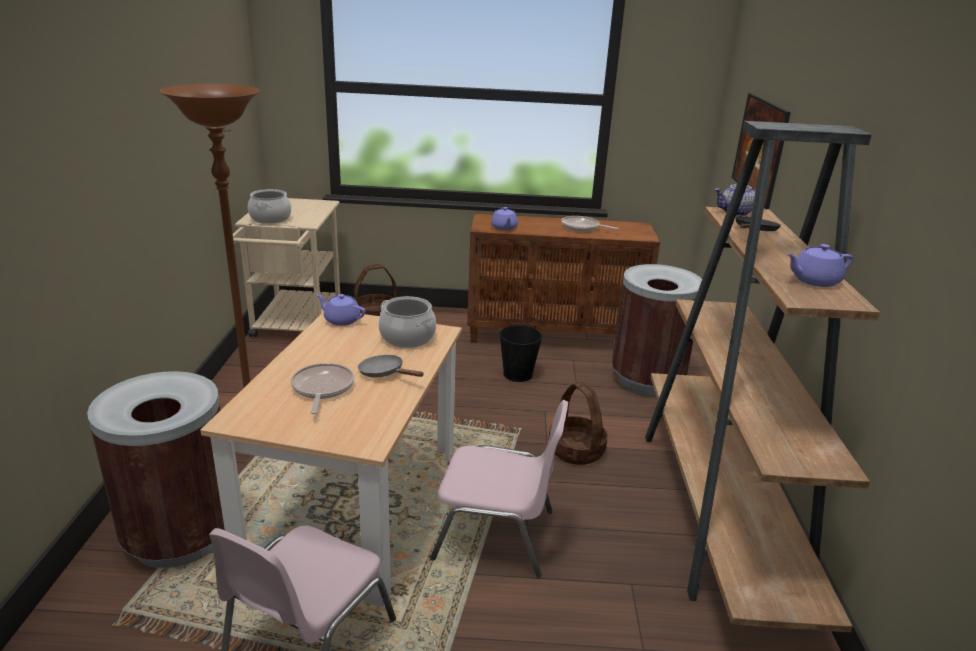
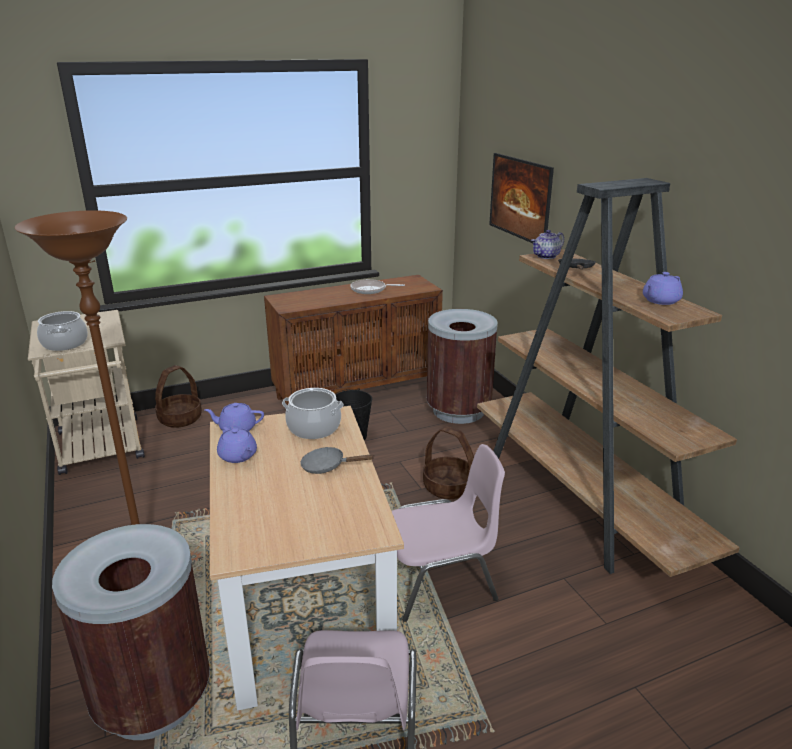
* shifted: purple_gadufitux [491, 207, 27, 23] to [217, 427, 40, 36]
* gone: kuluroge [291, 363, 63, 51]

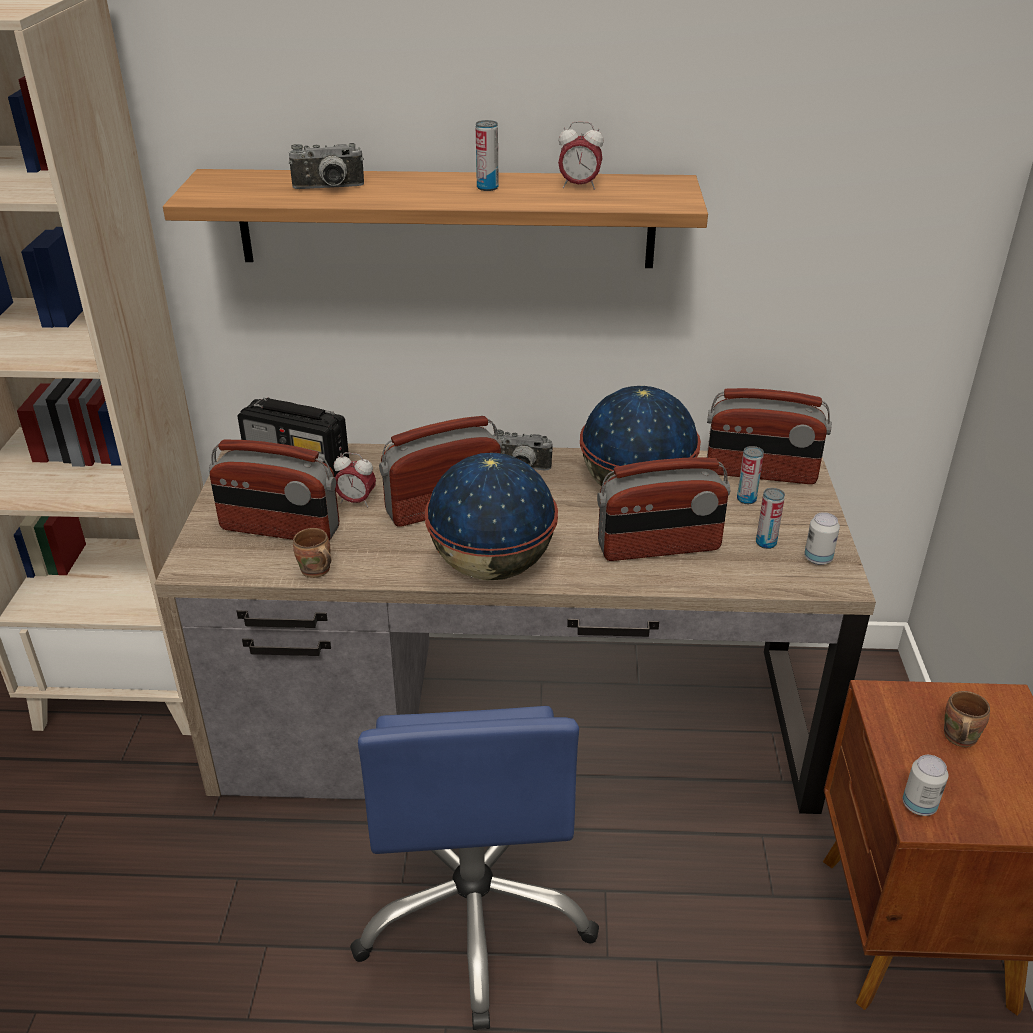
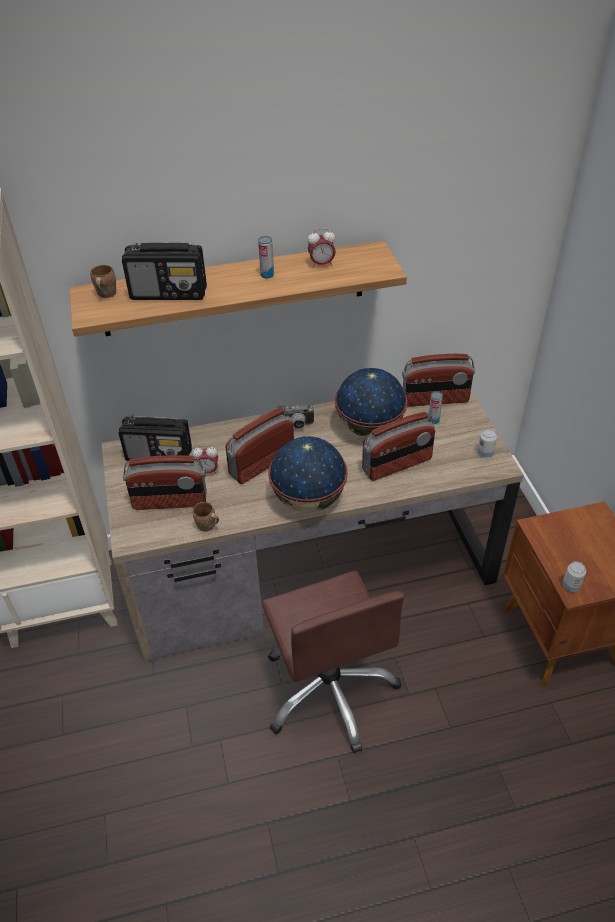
* shifted: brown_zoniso [944, 691, 46, 56] to [90, 265, 26, 33]
* swapped: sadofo [289, 143, 75, 46] to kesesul [122, 243, 85, 57]
* repainted: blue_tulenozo [350, 706, 249, 324] to brown_tulenozo [261, 570, 144, 183]
* gone: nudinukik [756, 488, 29, 61]

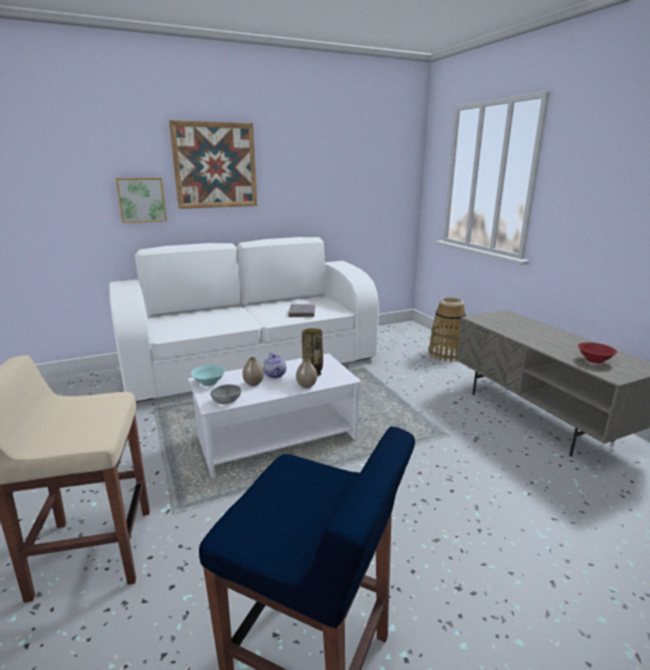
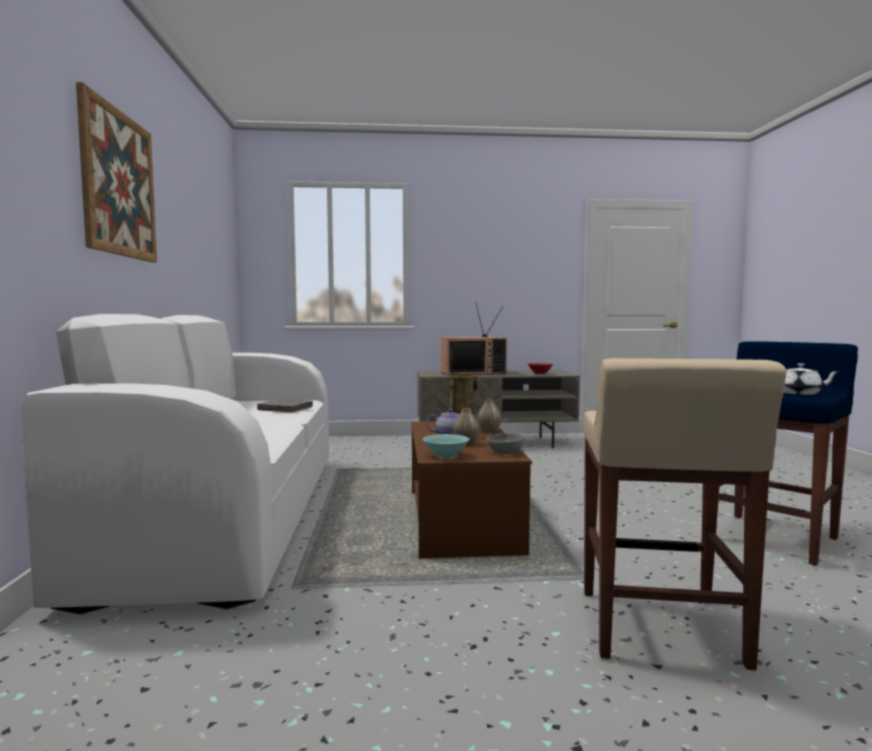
* repainted: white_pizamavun [188, 353, 174, 125] to brown_pizamavun [411, 421, 121, 137]
* new: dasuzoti [441, 304, 66, 71]
* new: white_gadufitux [784, 363, 56, 32]
* gone: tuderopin [116, 178, 51, 45]
* gone: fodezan [429, 297, 37, 65]

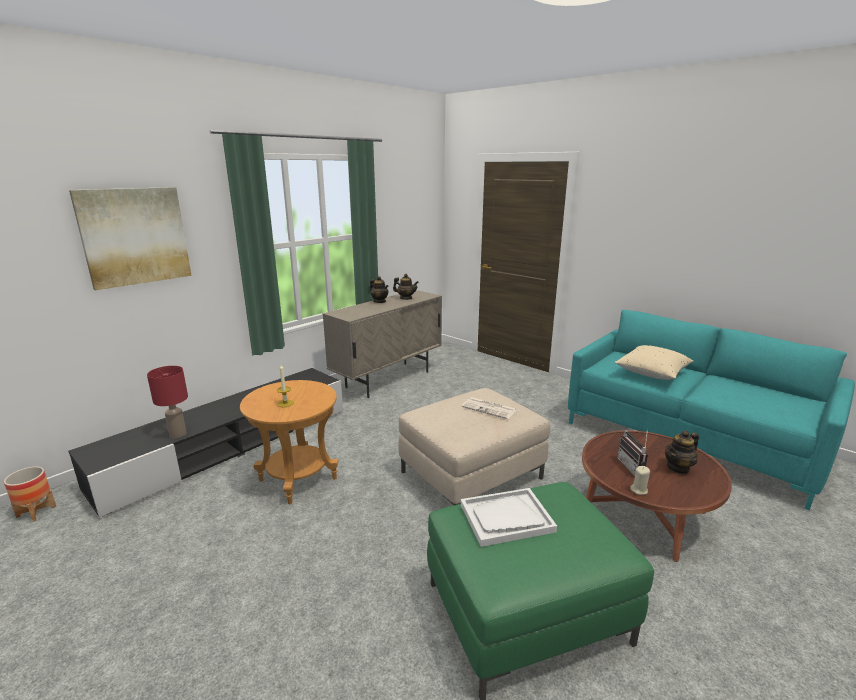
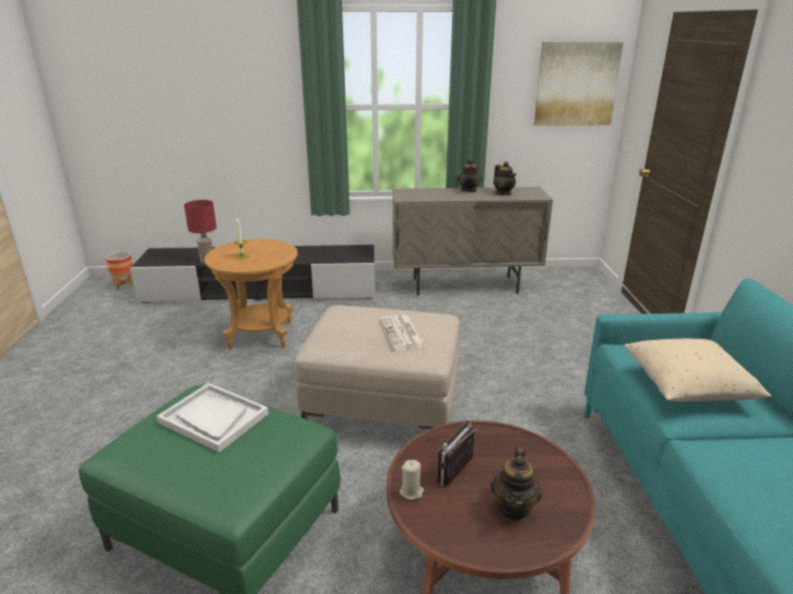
* rotated: gadufitux [665, 430, 34, 44] = [490, 447, 52, 74] 90 degrees counterclockwise
* shifted: tuderopin [69, 187, 123, 103] to [534, 42, 89, 84]

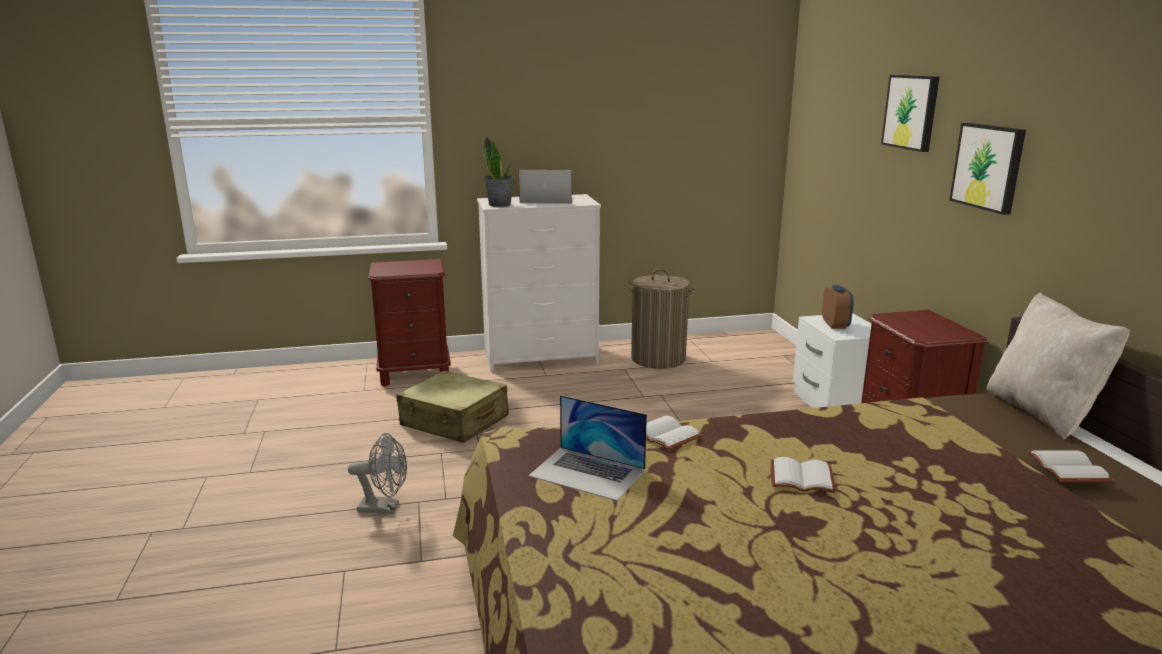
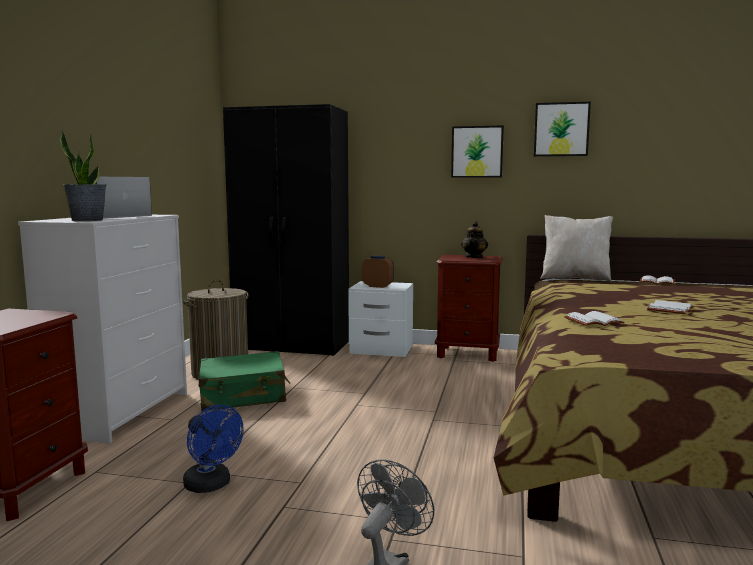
* swapped: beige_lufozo [396, 371, 113, 72] to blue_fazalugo [183, 405, 61, 88]
* new: green_lufozo [198, 351, 92, 60]
* new: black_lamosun [223, 104, 126, 252]
* new: gadufitux [461, 221, 27, 37]
* shifted: tuderopin [881, 75, 58, 77] to [534, 102, 57, 54]
* gone: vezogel [529, 395, 118, 106]

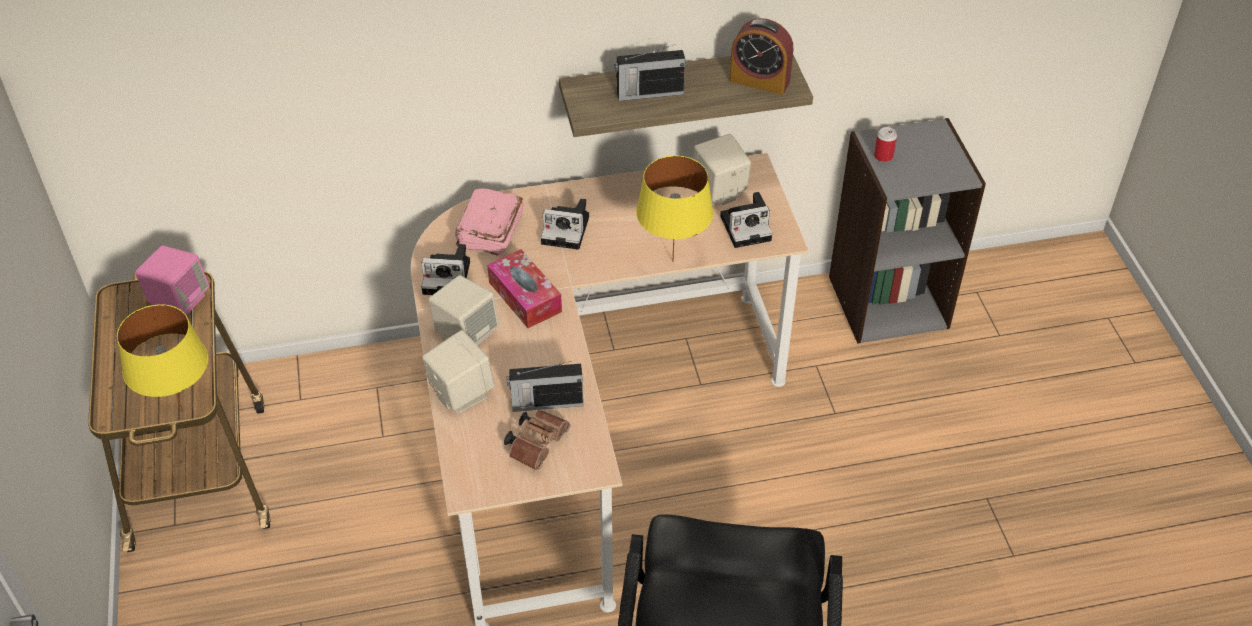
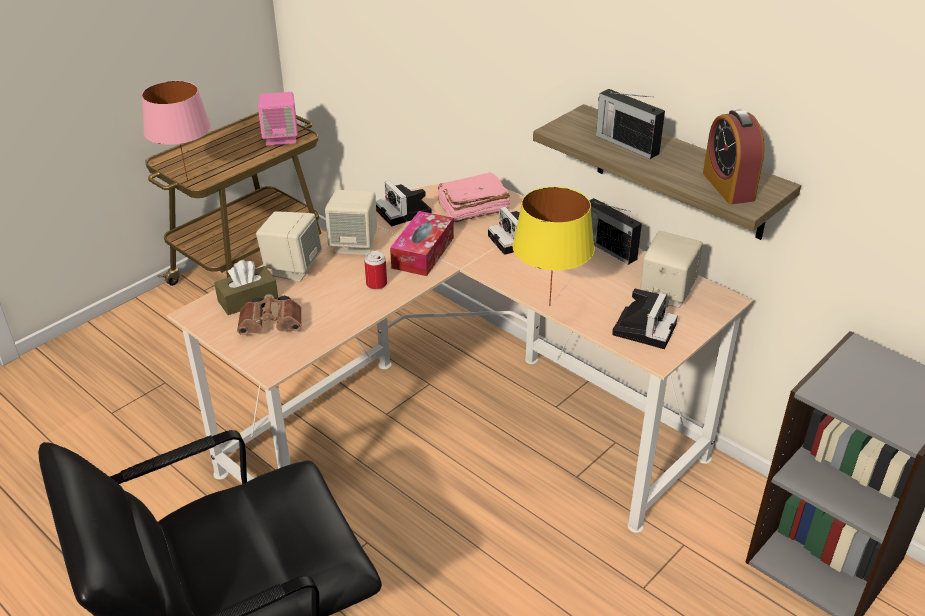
* repainted: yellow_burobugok [117, 304, 91, 109] to pink_burobugok [142, 81, 69, 100]
* new: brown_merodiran [214, 260, 64, 55]
* shifted: nudinukik [874, 127, 23, 35] to [364, 251, 23, 38]
* shifted: kesesul [506, 361, 77, 51] to [589, 198, 53, 67]
* rotated: sadofo [720, 192, 53, 56] = [612, 288, 66, 61] 105 degrees counterclockwise

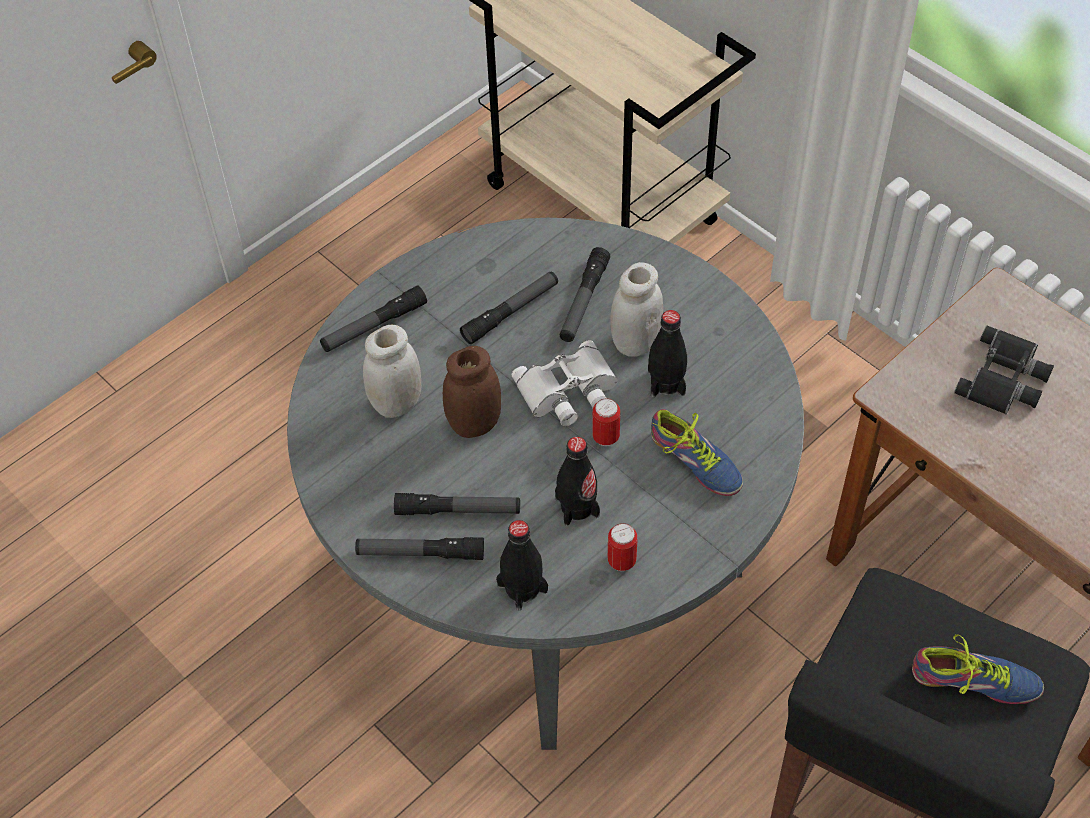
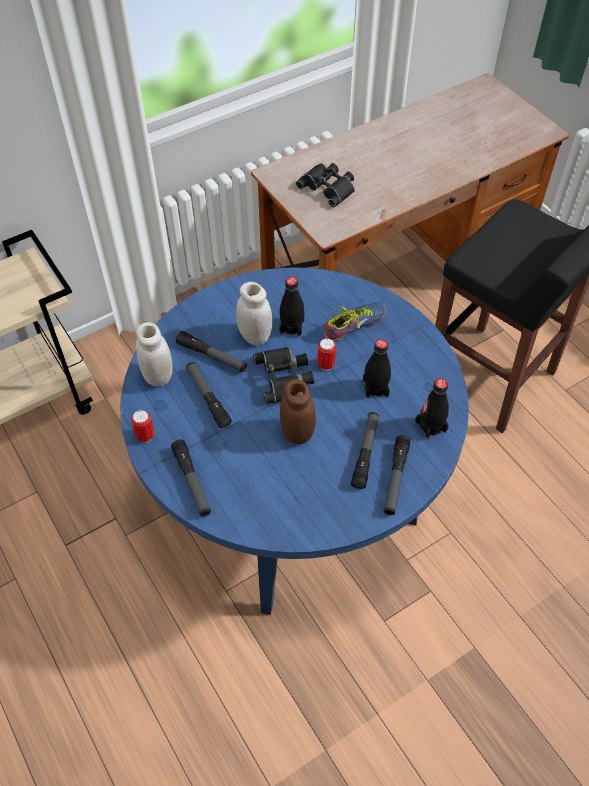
* repainted: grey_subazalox [287, 218, 517, 532] to blue_subazalox [120, 267, 349, 348]
* shifted: nudinukik [608, 523, 29, 48] to [131, 410, 23, 32]
* shifted: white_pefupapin [363, 325, 58, 93] to [136, 322, 37, 64]
* repainted: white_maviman [512, 340, 106, 86] to black_maviman [253, 347, 61, 57]
* gone: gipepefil [912, 634, 132, 70]

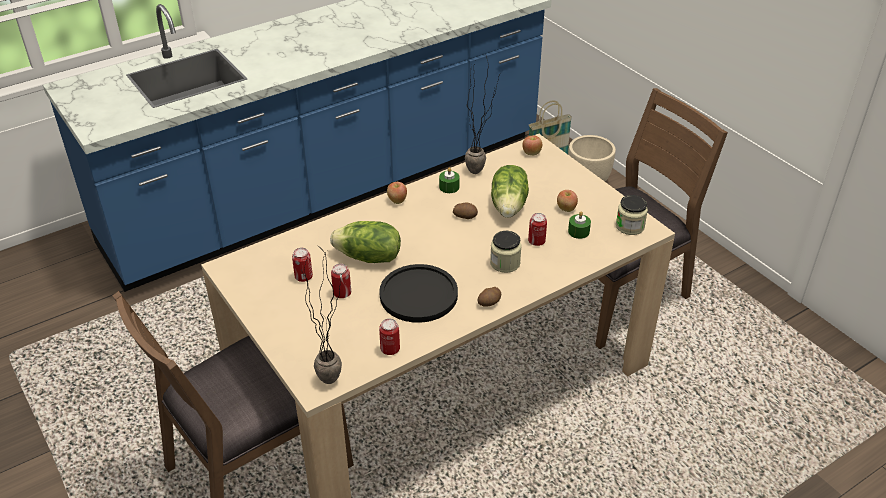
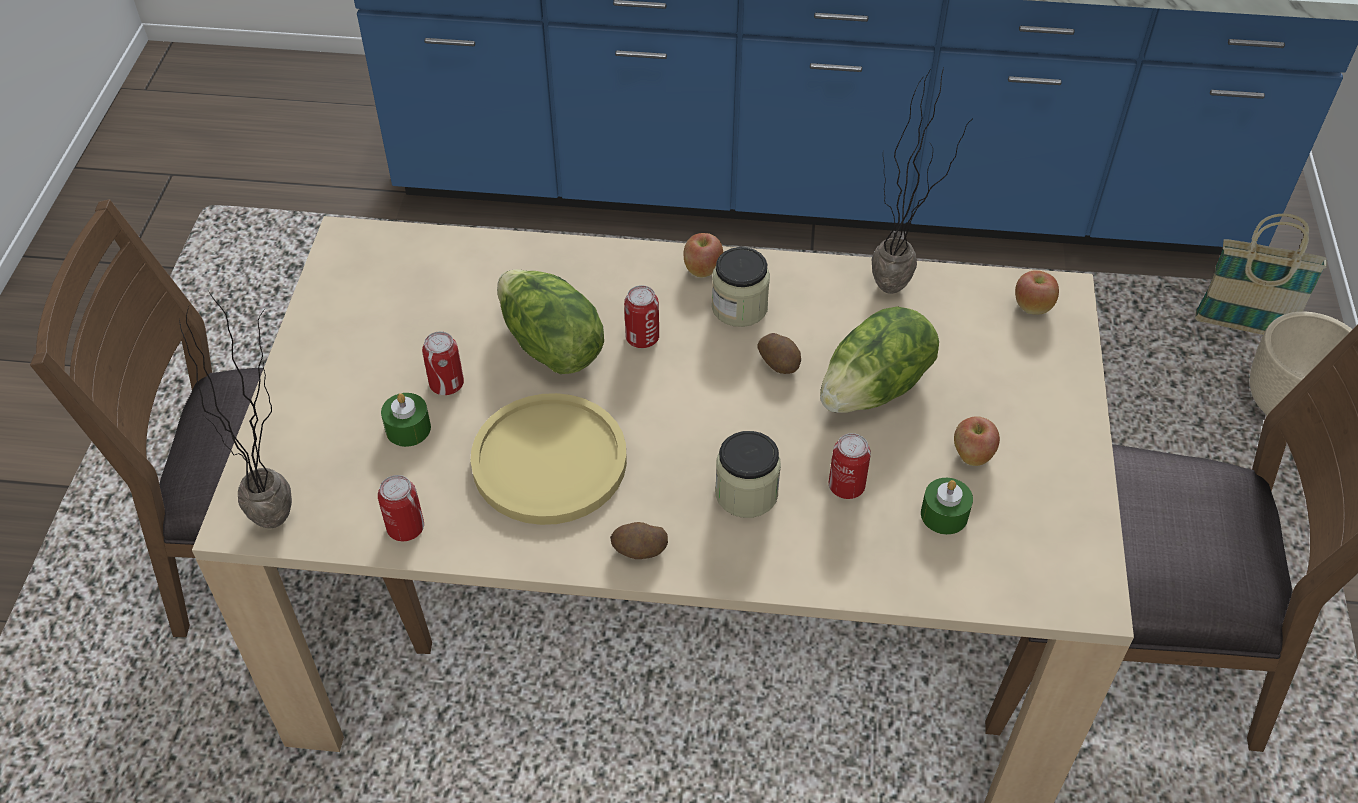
* shifted: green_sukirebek [439, 167, 21, 26] to [381, 393, 50, 54]
* repainted: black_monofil [379, 264, 79, 59] to yellow_monofil [471, 393, 156, 132]
* shifted: nudinukik [292, 248, 21, 34] to [624, 285, 35, 63]
* shifted: pefupapin [616, 195, 32, 40] to [712, 247, 58, 80]

